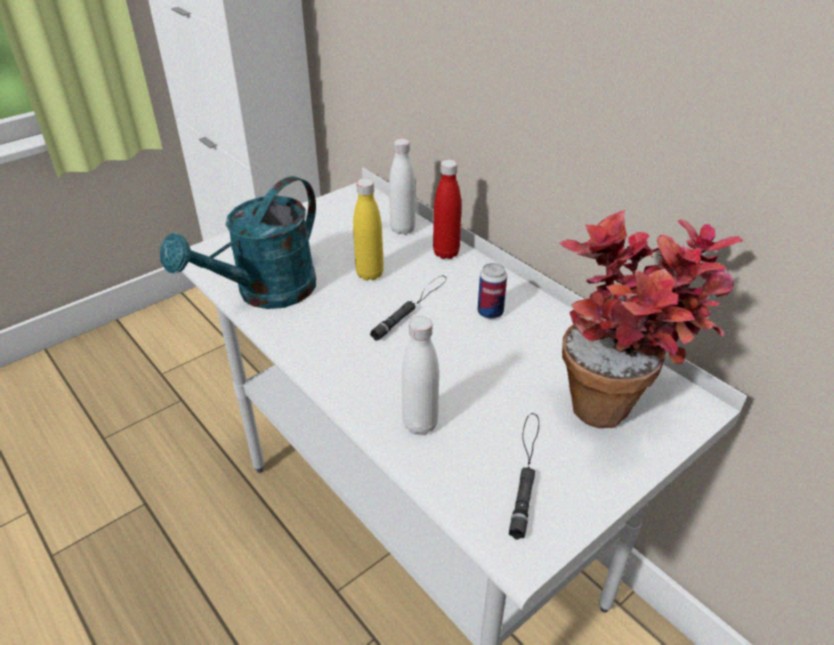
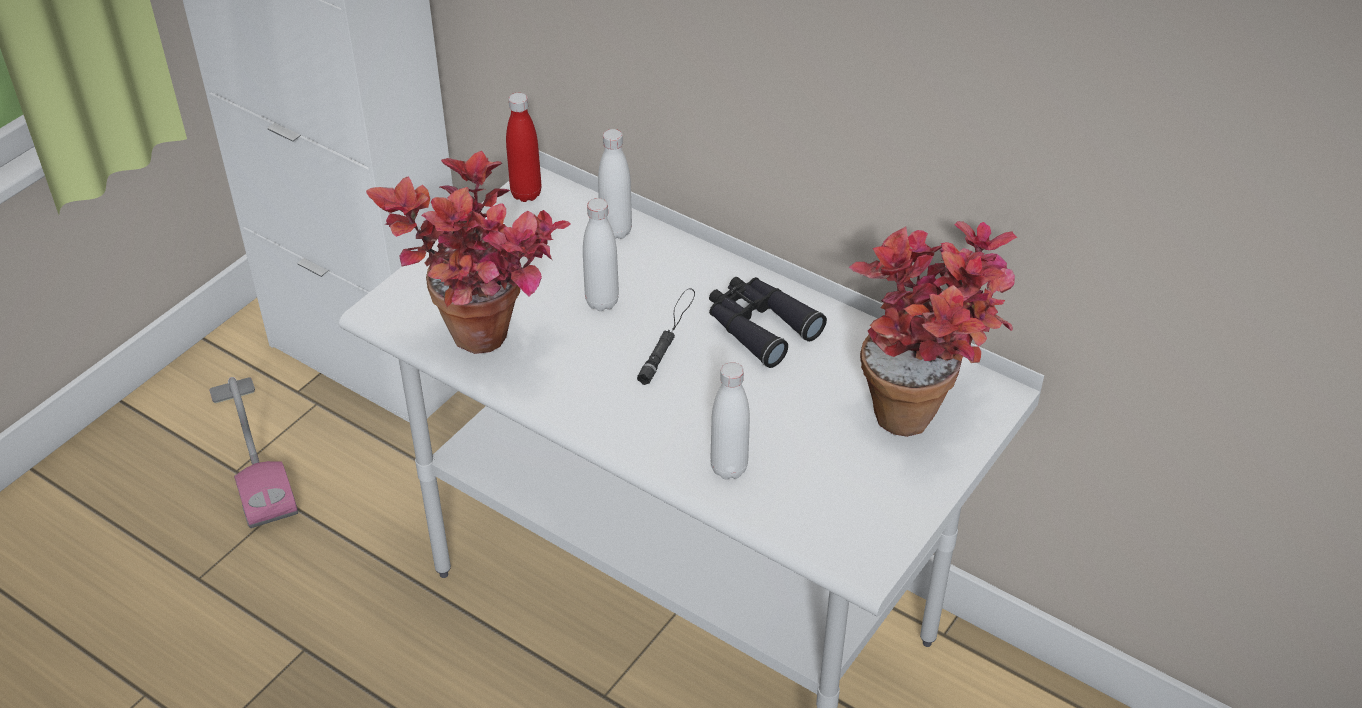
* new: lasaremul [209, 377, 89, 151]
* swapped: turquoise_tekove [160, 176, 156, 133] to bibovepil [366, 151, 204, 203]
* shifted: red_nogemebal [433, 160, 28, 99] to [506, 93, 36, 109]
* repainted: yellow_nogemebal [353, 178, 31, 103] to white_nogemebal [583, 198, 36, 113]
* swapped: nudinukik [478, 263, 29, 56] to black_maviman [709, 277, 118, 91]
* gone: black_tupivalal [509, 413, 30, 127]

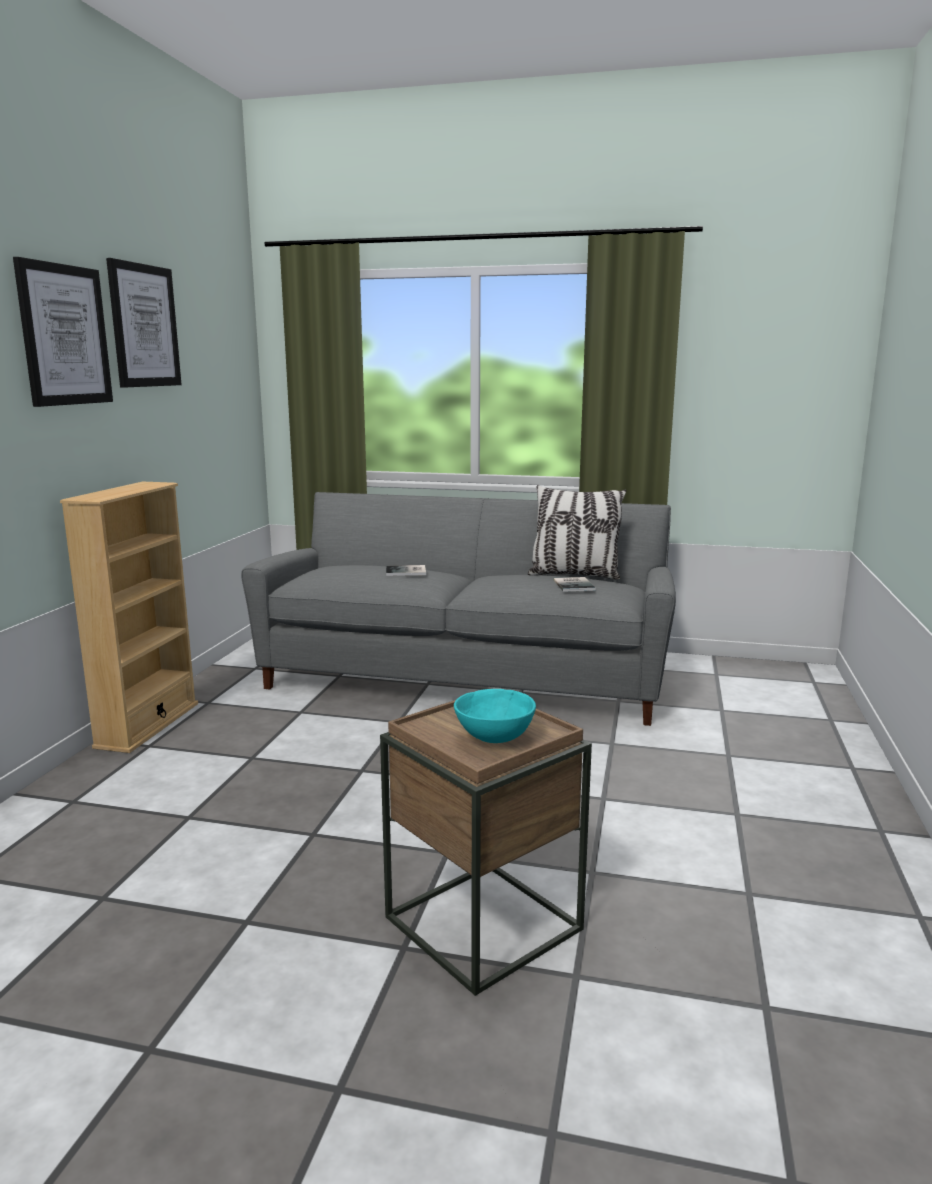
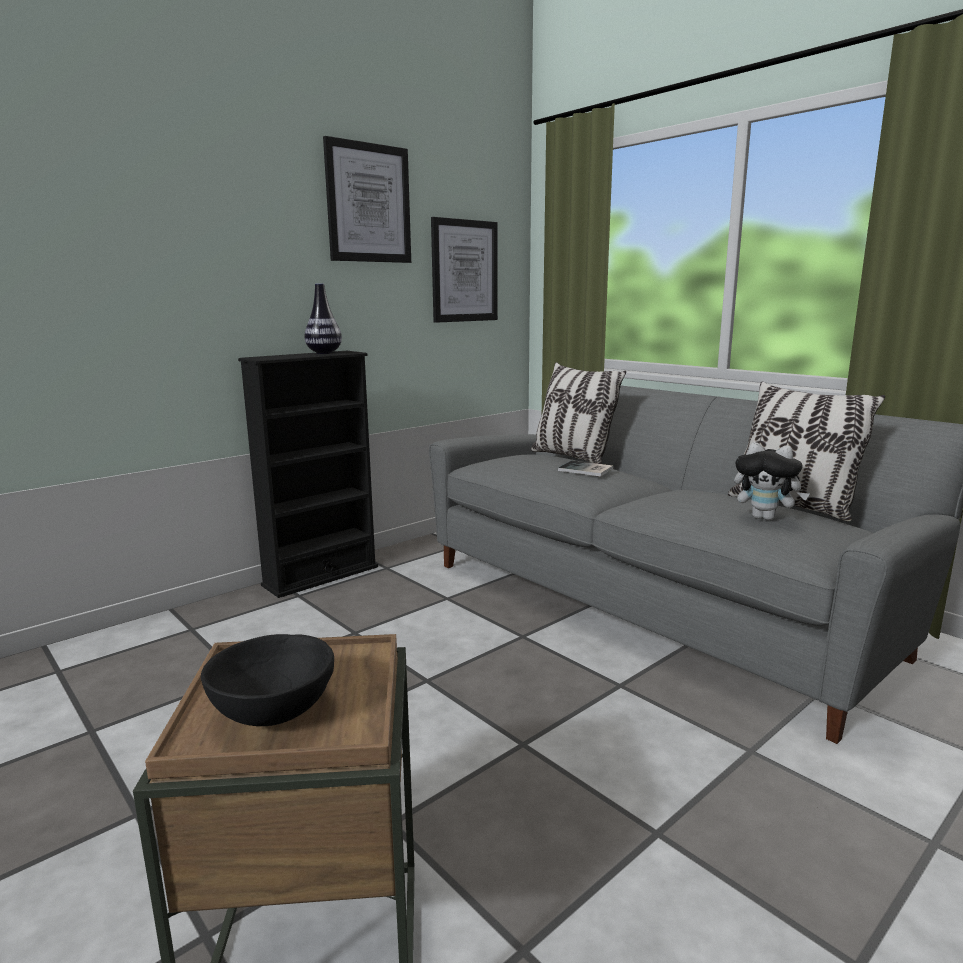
* repainted: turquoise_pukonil [454, 689, 82, 54] to black_pukonil [201, 634, 133, 92]
* repainted: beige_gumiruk [60, 482, 138, 271] to black_gumiruk [238, 351, 140, 247]
* new: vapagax [305, 283, 37, 71]
* shifted: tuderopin [13, 257, 100, 150] to [431, 217, 67, 106]
* new: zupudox [531, 362, 95, 102]
* swapped: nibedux [553, 577, 43, 15] to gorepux [734, 442, 75, 78]

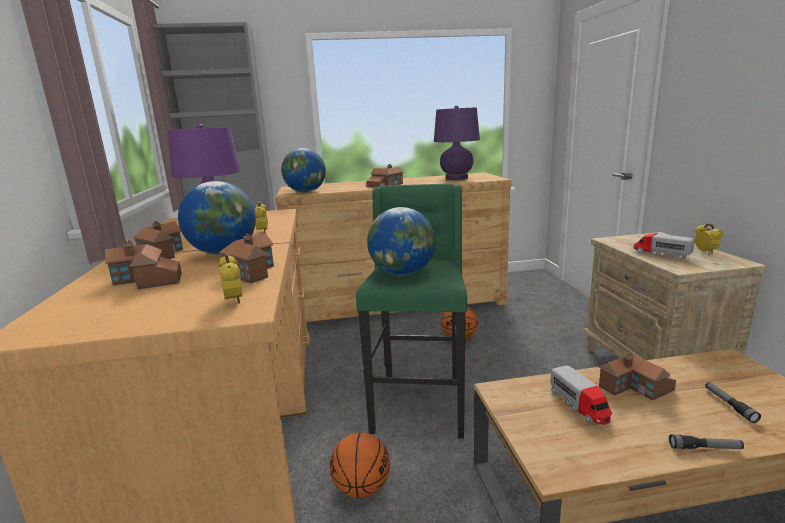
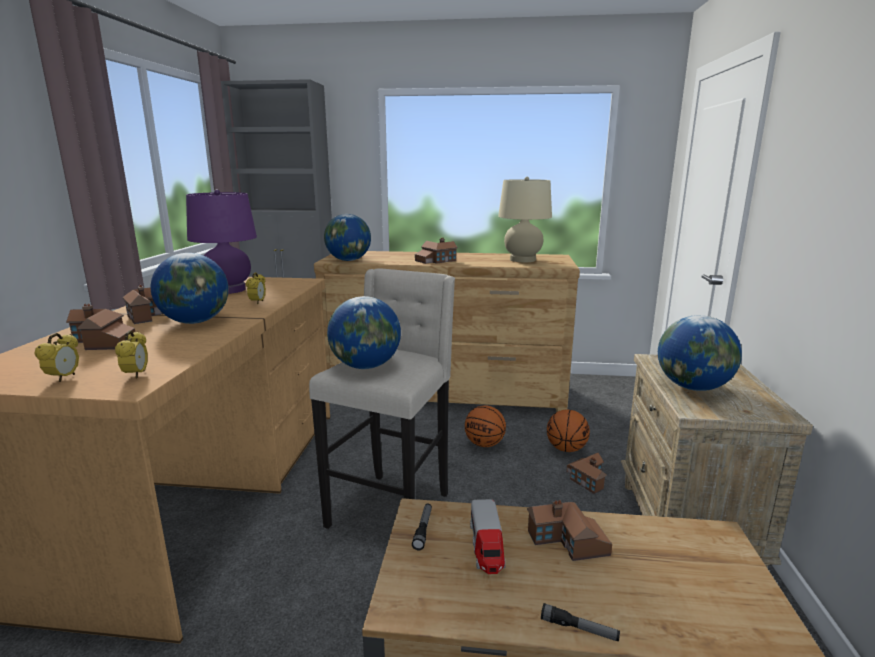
* shifted: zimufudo [695, 223, 28, 31] to [34, 333, 45, 49]
* repainted: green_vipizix [356, 184, 111, 255] to beige_vipizix [309, 268, 146, 261]
* shifted: tupivalal [705, 382, 56, 41] to [412, 504, 20, 46]
* repainted: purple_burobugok [434, 105, 46, 75] to beige_burobugok [498, 177, 54, 85]
* shifted: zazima [330, 432, 60, 66] to [547, 409, 43, 43]
* shifted: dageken [219, 233, 55, 50] to [566, 452, 41, 42]
* swapped: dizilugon [633, 233, 62, 27] to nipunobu [658, 315, 84, 76]

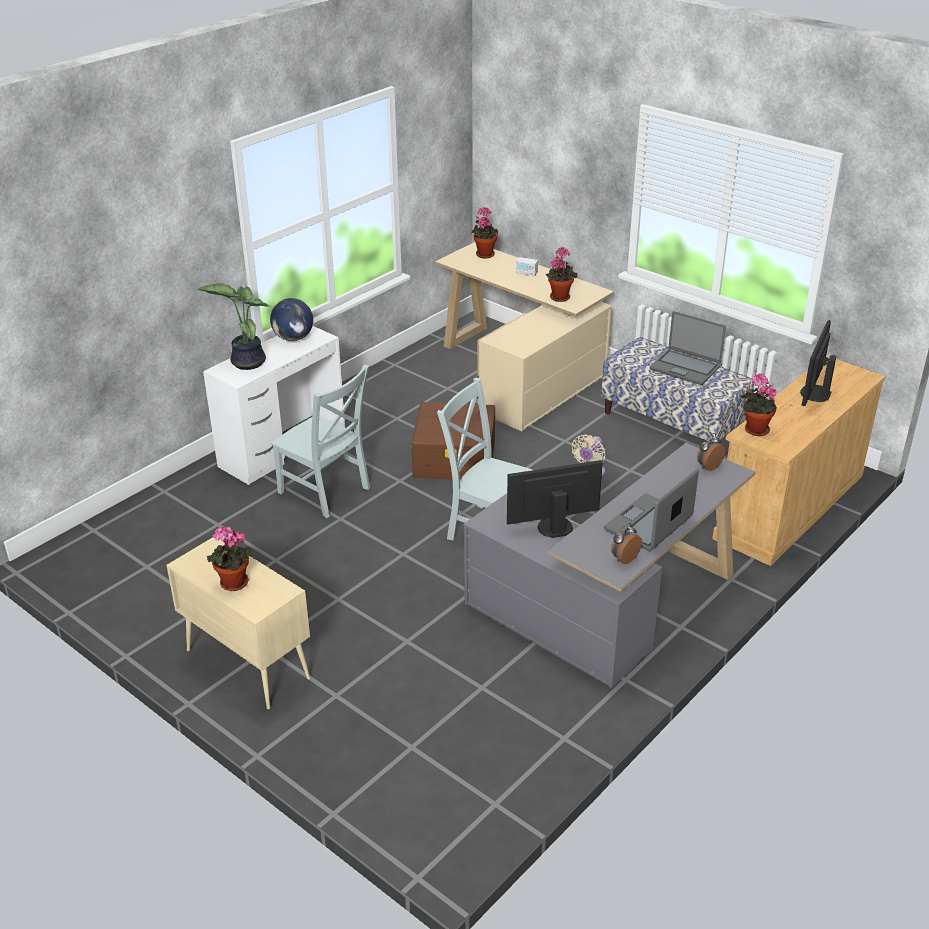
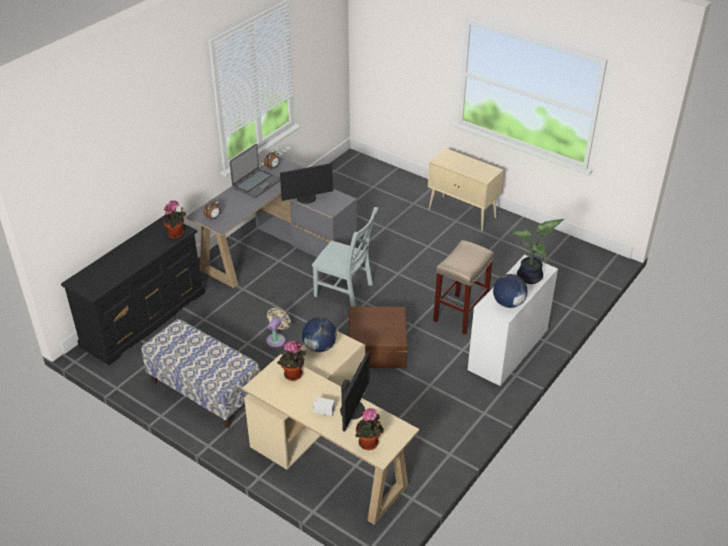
* repainted: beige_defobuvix [712, 356, 174, 210] to black_defobuvix [61, 215, 144, 150]
* new: nipunobu [302, 317, 35, 35]
* shifted: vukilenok [800, 320, 36, 86] to [340, 352, 30, 80]
* swapped: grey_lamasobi [271, 365, 99, 153] to beige_vipizix [433, 240, 61, 95]
* gone: bibovepil [207, 526, 47, 65]
* gone: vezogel [650, 311, 76, 74]

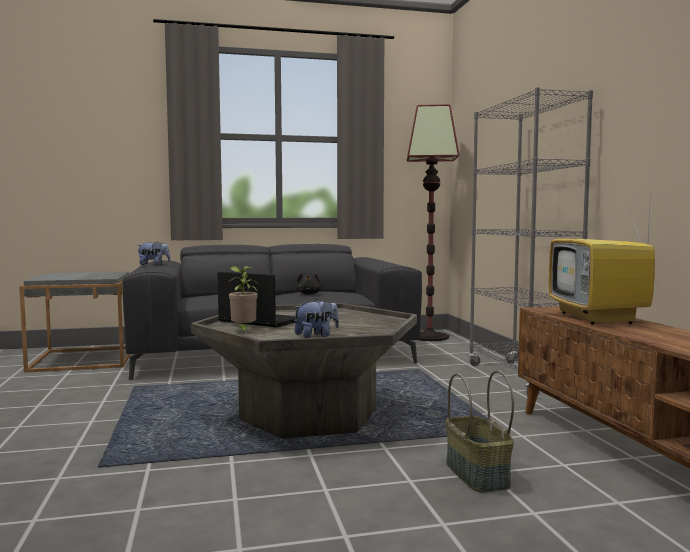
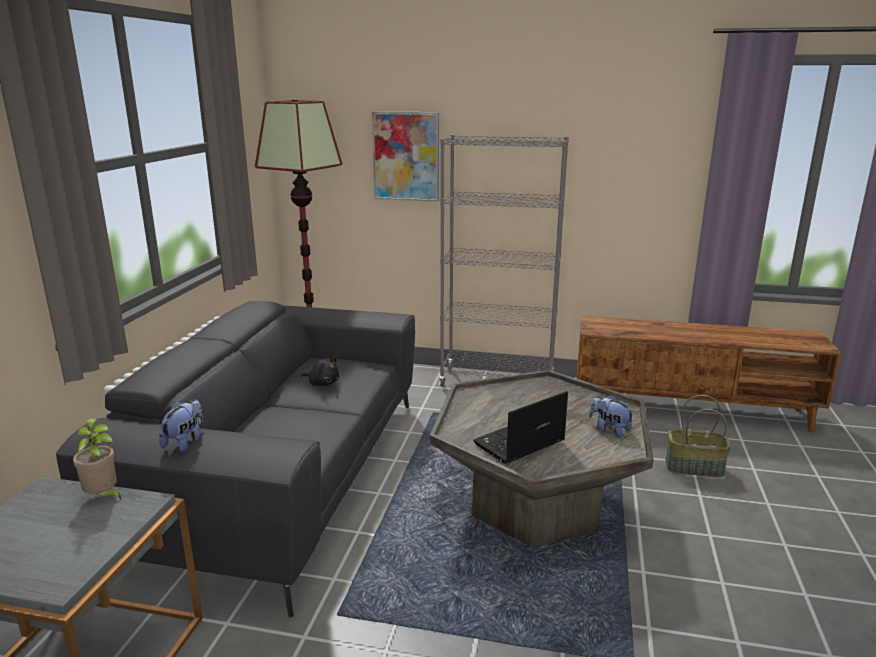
* shifted: bibovepil [228, 266, 30, 68] to [73, 418, 48, 81]
* new: tuderopin [372, 111, 67, 90]
* rotated: gorepux [293, 299, 46, 39] = [589, 395, 46, 43] 45 degrees counterclockwise
* gone: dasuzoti [549, 188, 106, 136]

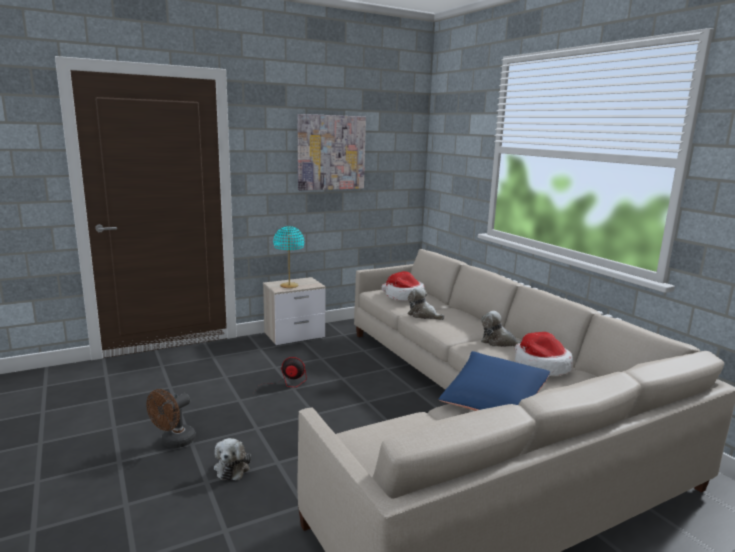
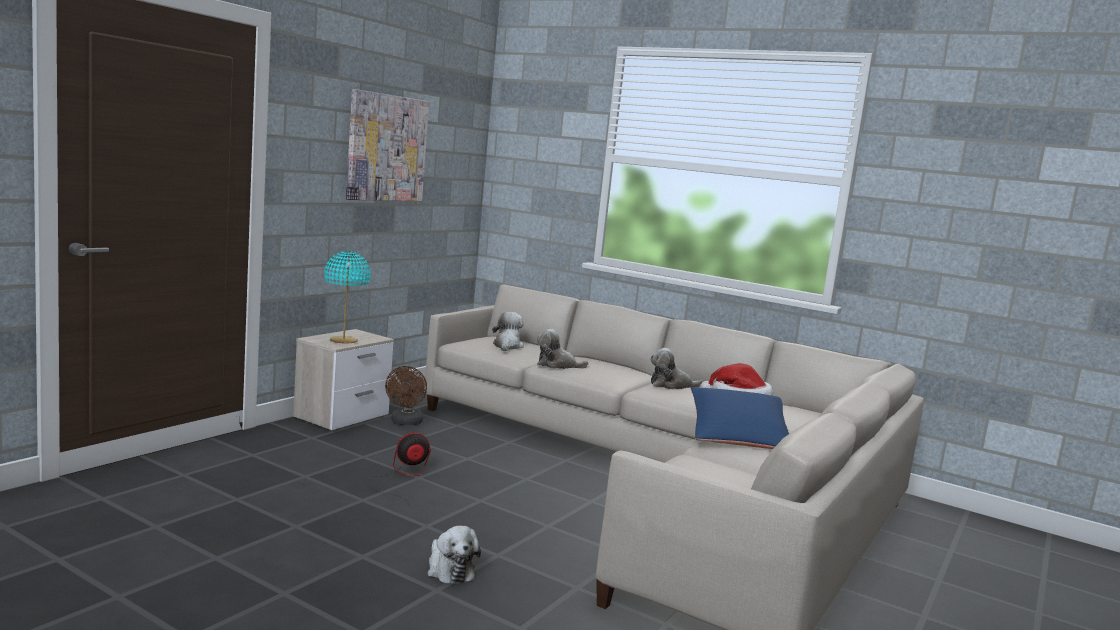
* shifted: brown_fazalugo [147, 389, 49, 59] to [385, 366, 42, 59]
* swapped: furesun [381, 271, 44, 30] to gorepux [492, 312, 32, 39]

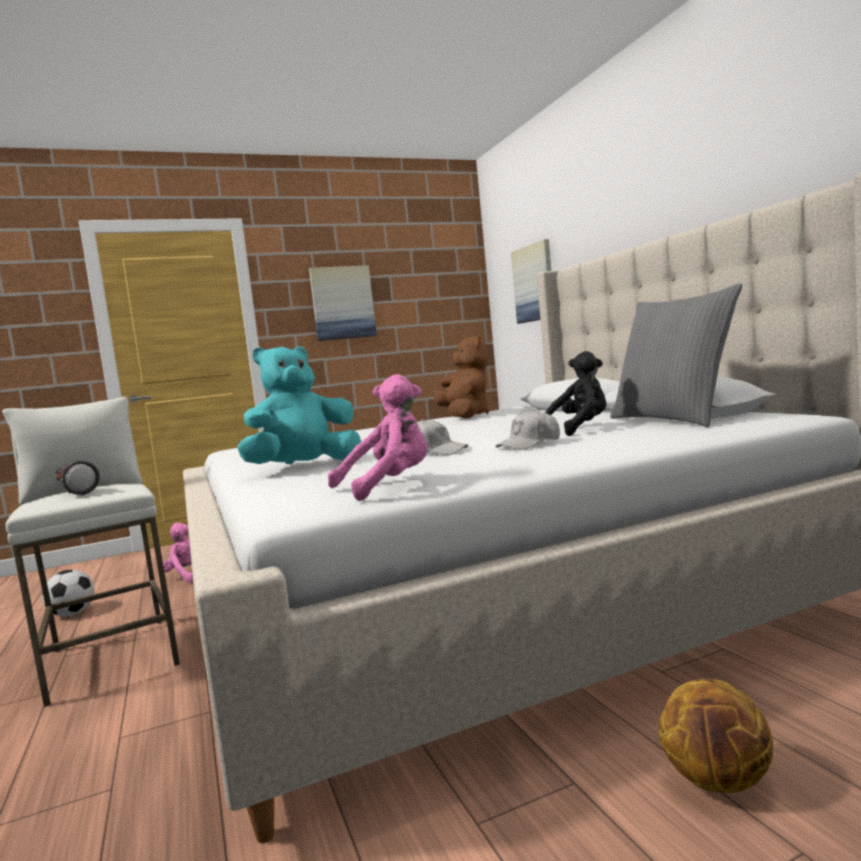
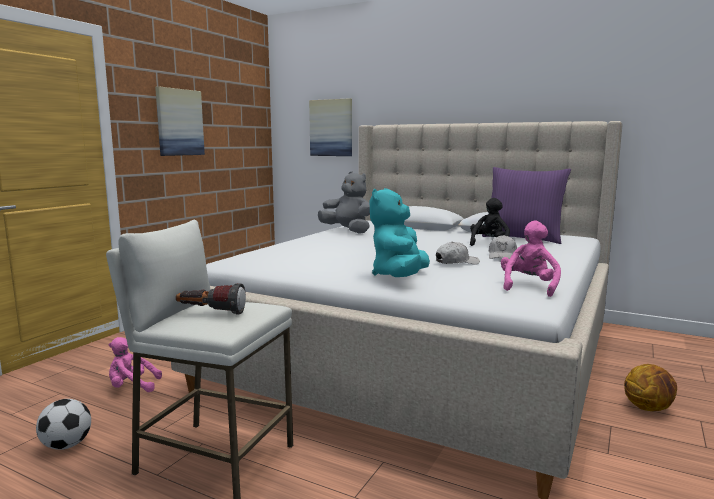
* repainted: brown_gorepux [434, 336, 55, 82] to grey_gorepux [318, 172, 52, 62]
* repainted: grey_zupudox [610, 283, 132, 144] to purple_zupudox [482, 167, 89, 77]

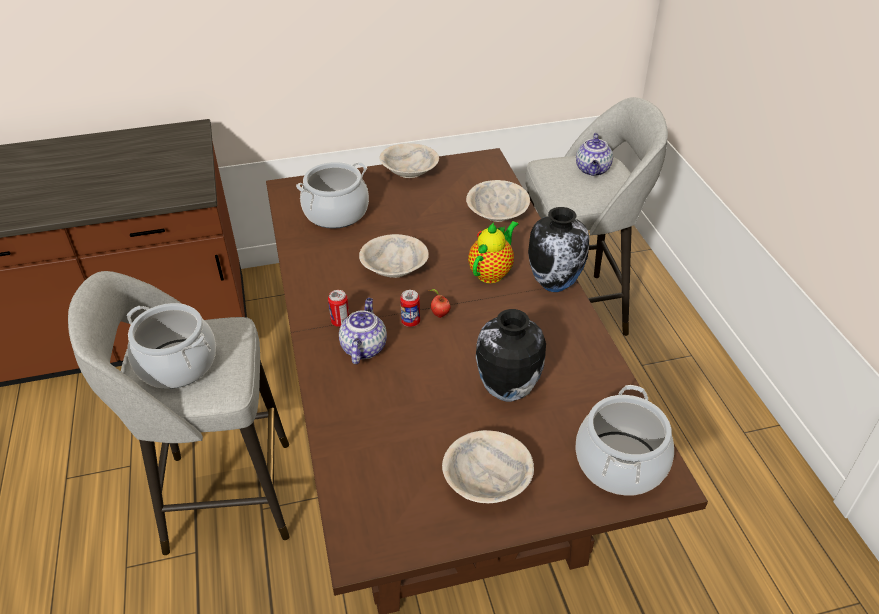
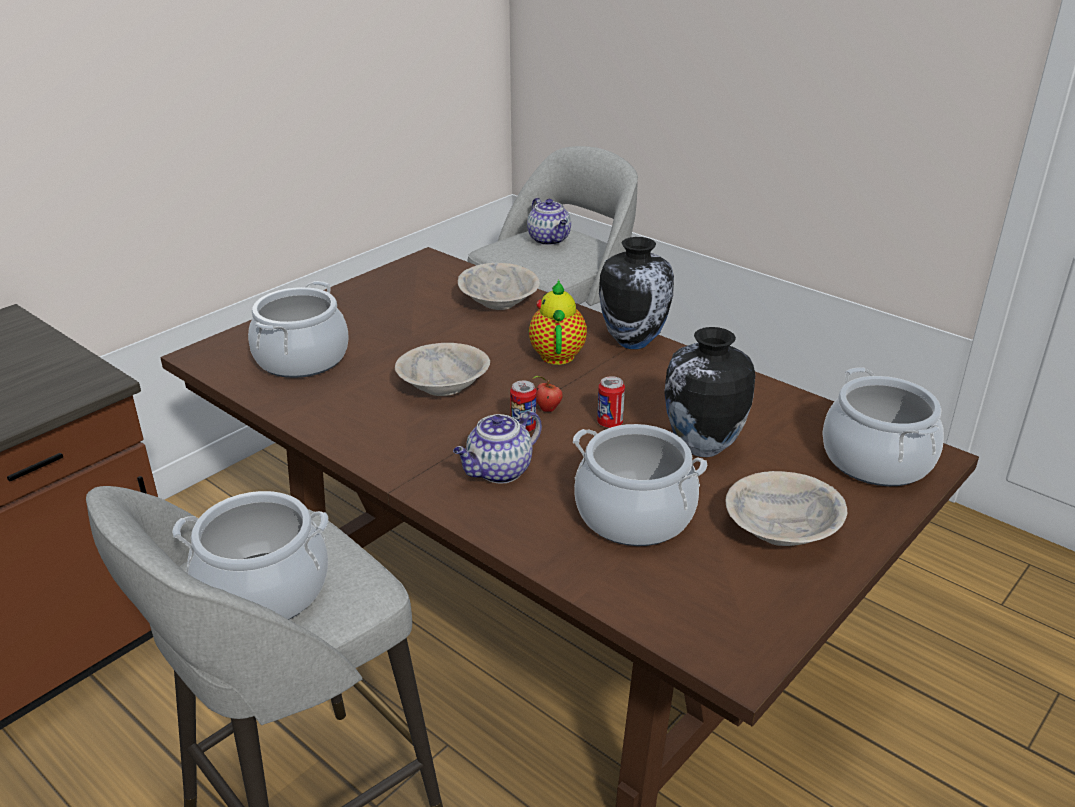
* rotated: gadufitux [339, 298, 48, 66] = [453, 411, 89, 72] 105 degrees counterclockwise
* new: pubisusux [573, 424, 134, 122]
* shifted: nudinukik [328, 290, 21, 37] to [597, 376, 28, 52]
* gone: beige_pukonil [379, 143, 60, 35]

